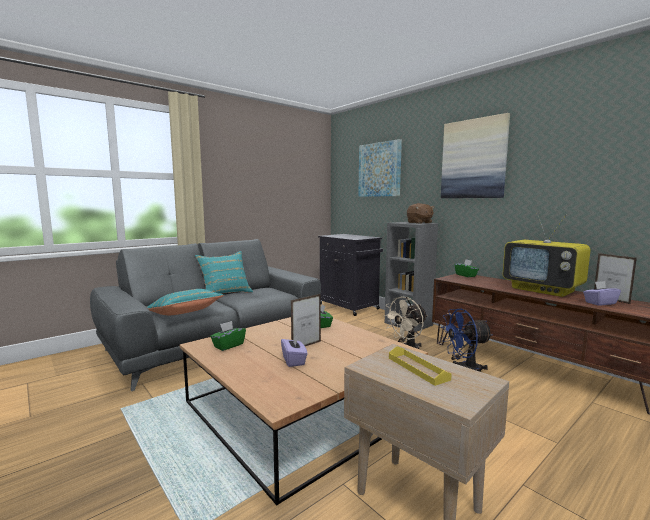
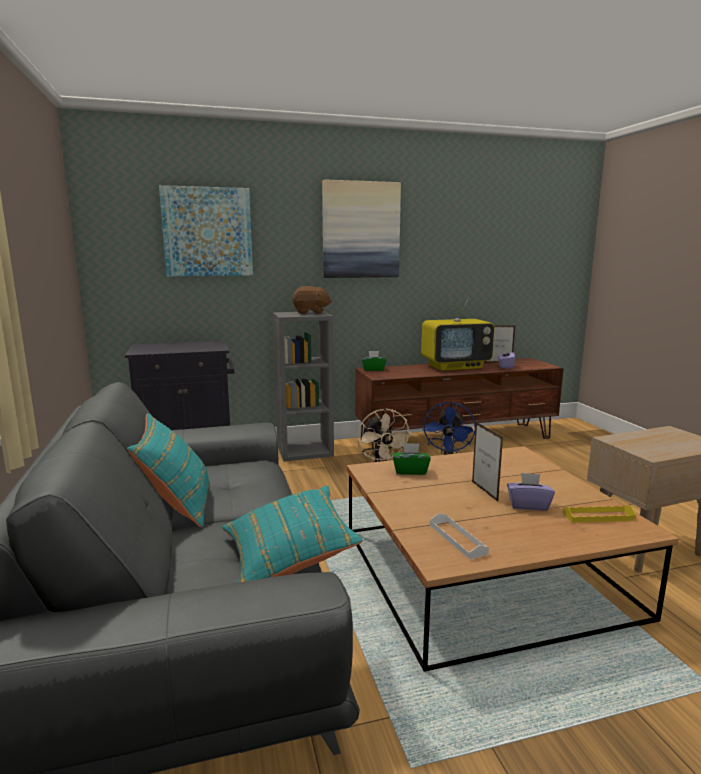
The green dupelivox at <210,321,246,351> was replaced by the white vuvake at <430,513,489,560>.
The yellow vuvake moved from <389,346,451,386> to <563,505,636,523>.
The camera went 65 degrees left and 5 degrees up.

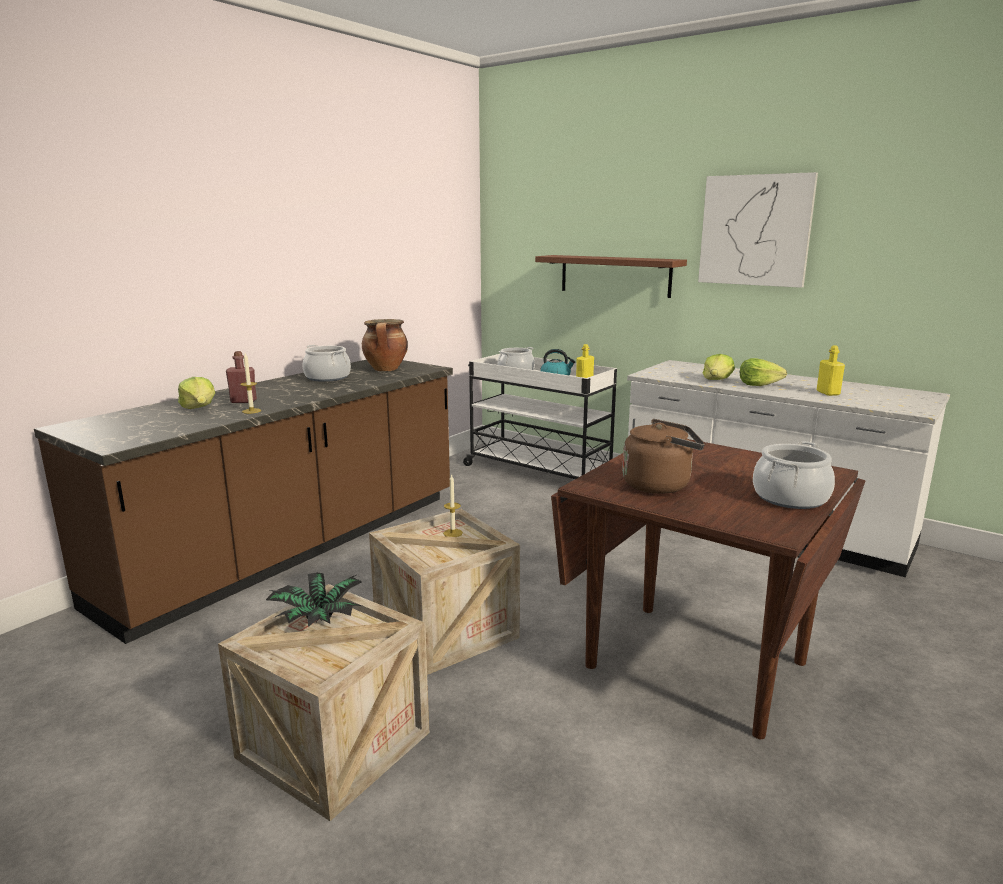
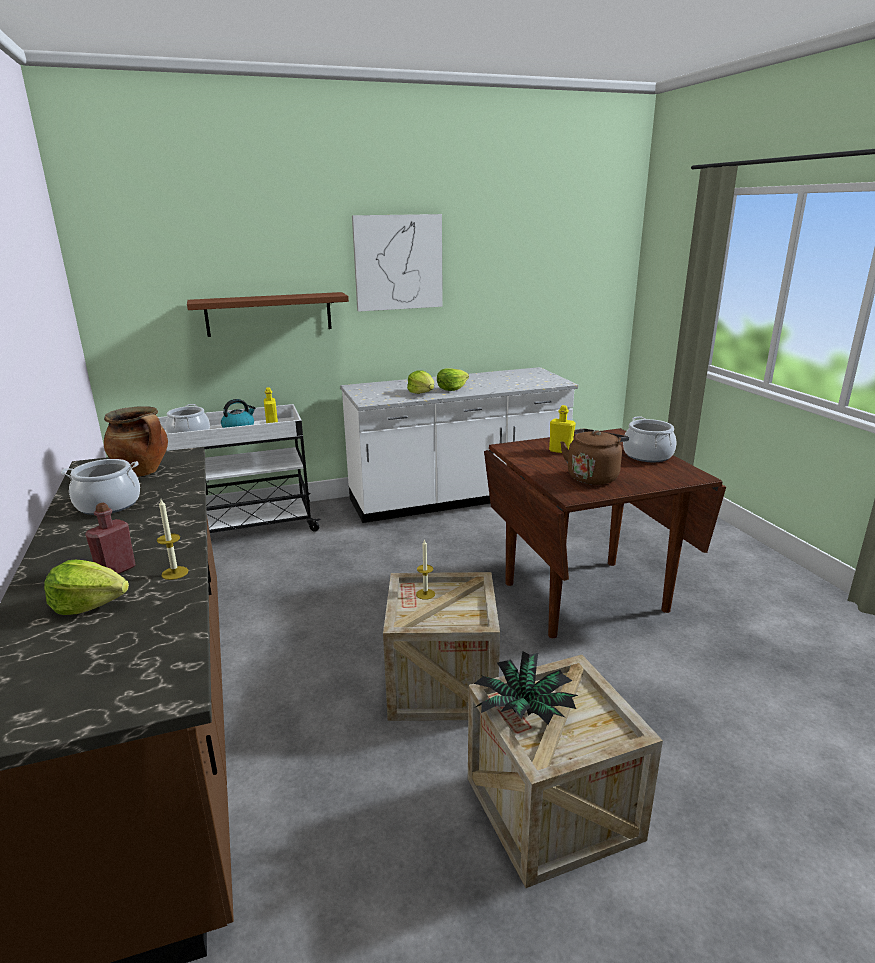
The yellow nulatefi moved from <817,345,845,396> to <549,405,576,453>.
The camera went 55 degrees left and 5 degrees up.

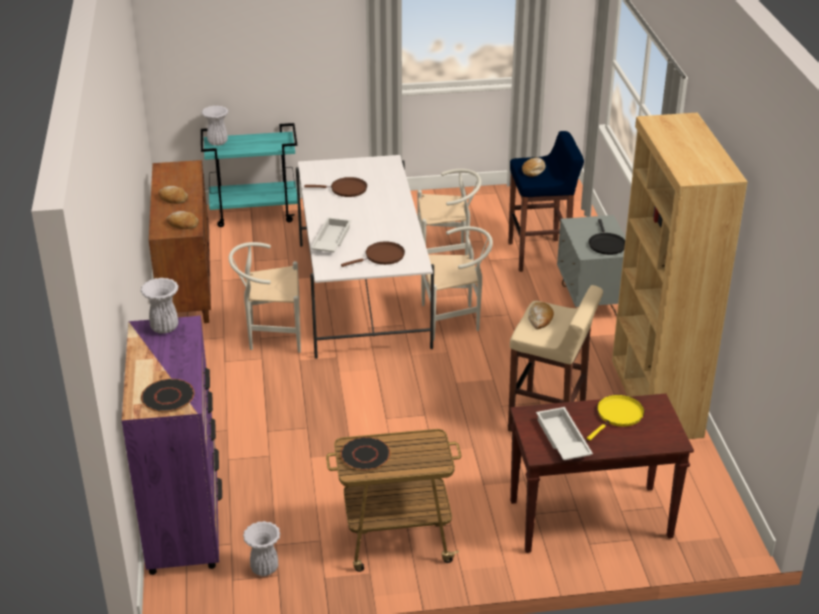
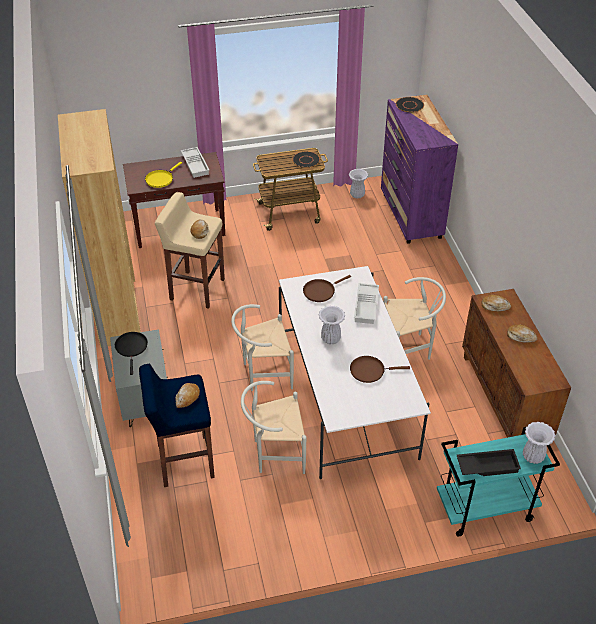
The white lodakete moved from <140,278,179,334> to <318,306,345,344>.
The black vuvake at <457,449,521,476> appeared.
The camera went 175 degrees right and 10 degrees up.

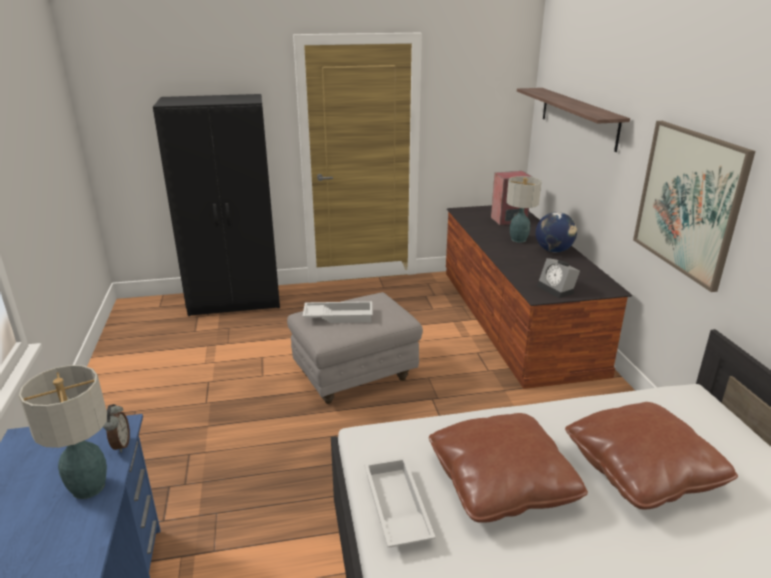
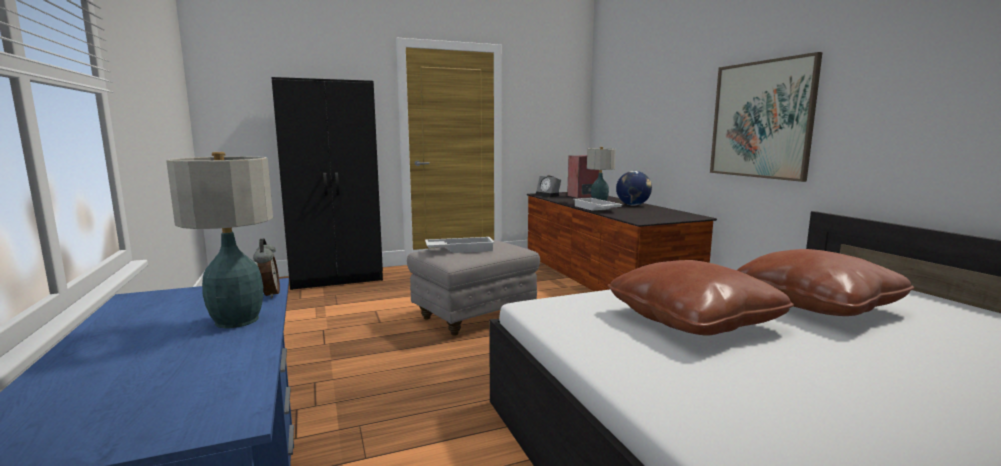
The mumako at <517,88,630,152> disappeared.
The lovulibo moved from <537,258,580,298> to <536,175,561,197>.
The white vuvake moved from <364,457,436,547> to <573,198,623,211>.
The camera went 10 degrees left and 15 degrees down.

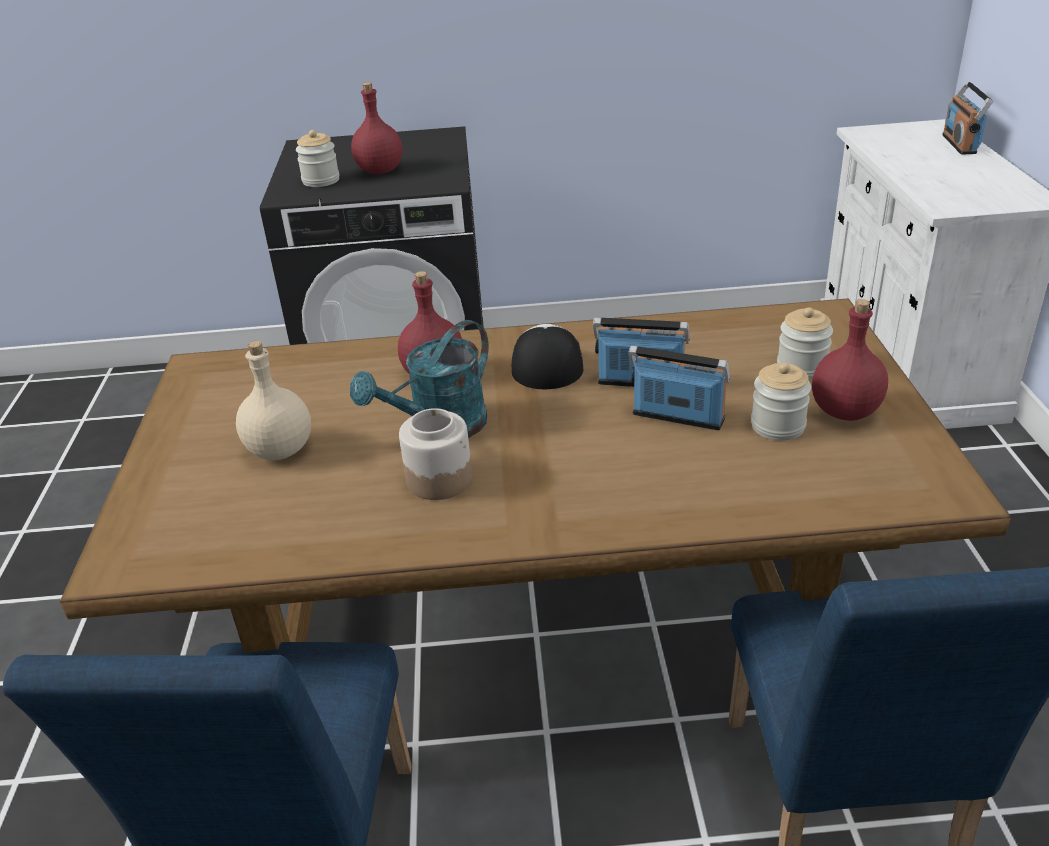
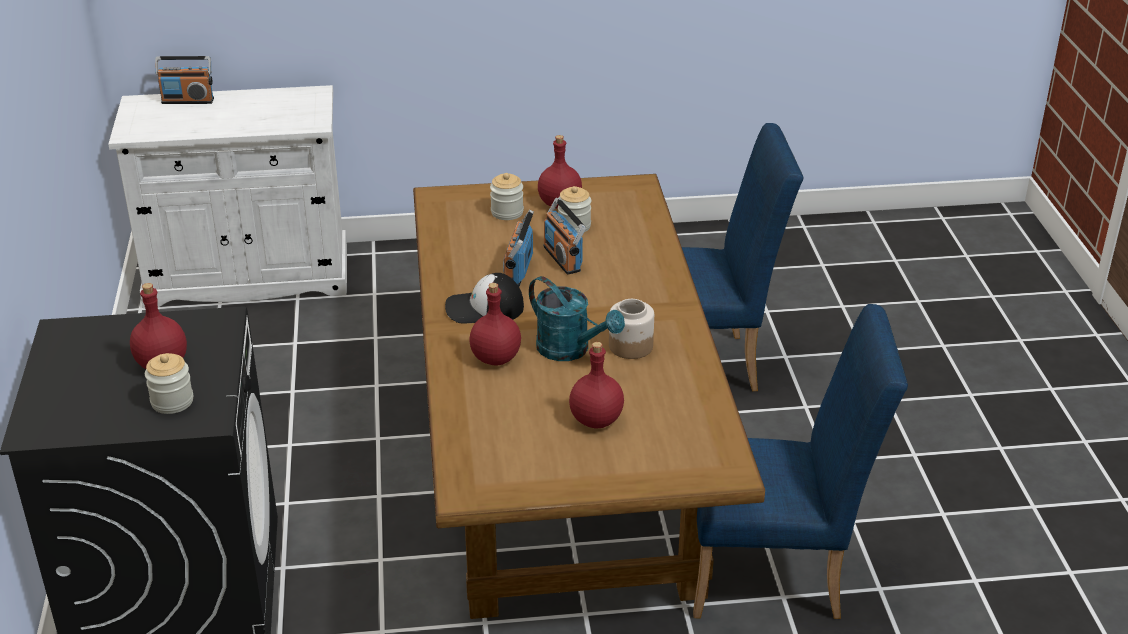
The beige nulatefi at <236,341,311,460> became the red nulatefi at <569,342,624,429>.
The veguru at <628,346,731,430> turned 45 degrees counterclockwise.
The camera went 95 degrees left and 0 degrees up.

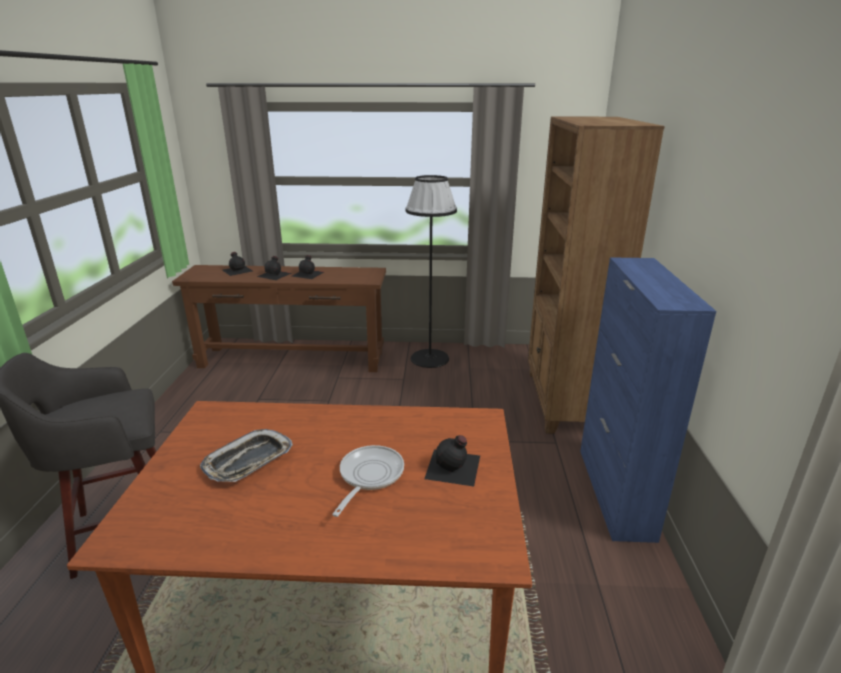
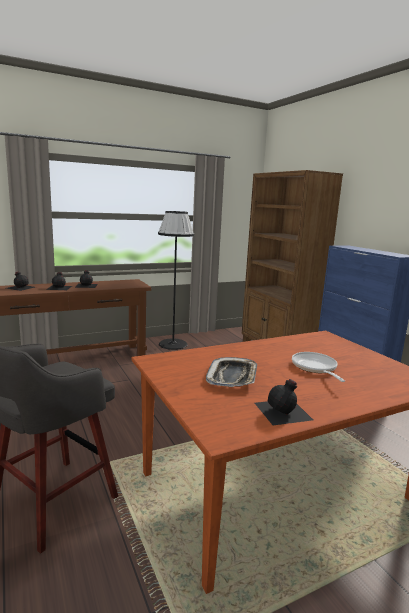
The black nulatefi moved from <424,435,480,487> to <255,379,313,425>.
The camera went 30 degrees left and 10 degrees down.

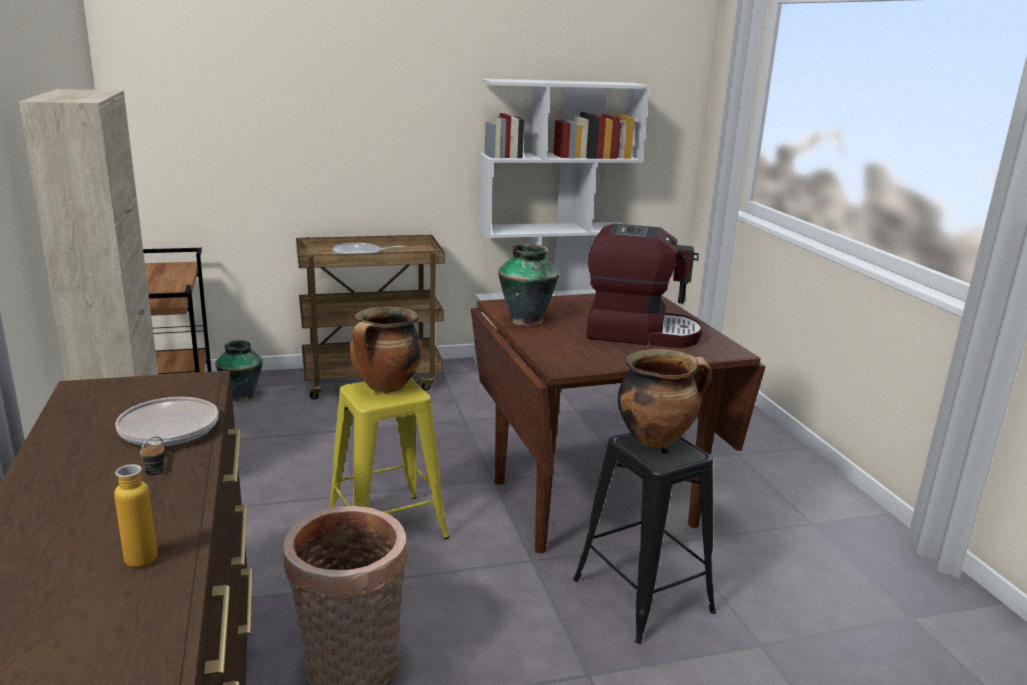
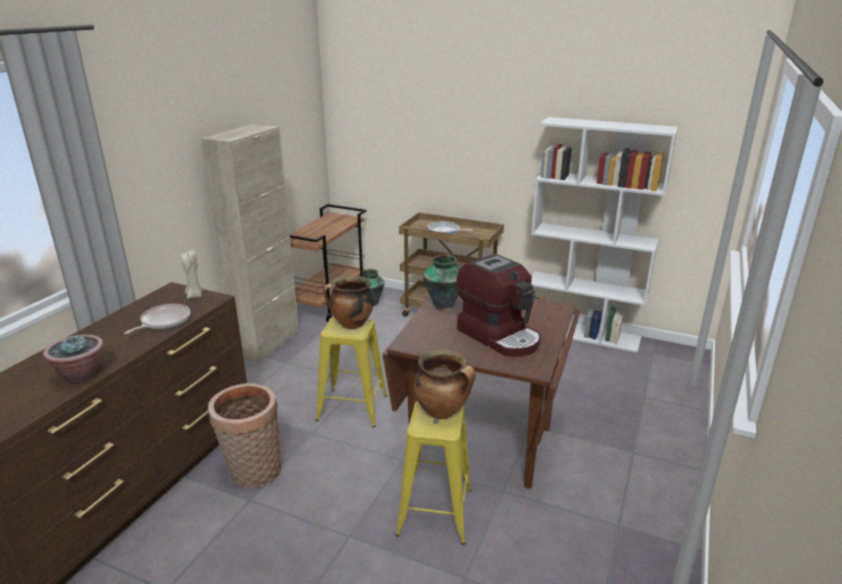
The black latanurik at <573,433,716,644> became the yellow latanurik at <395,401,472,545>.
The nulatefi at <114,436,166,568> was replaced by the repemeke at <43,334,103,383>.
The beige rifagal at <181,250,204,299> appeared.
The camera went 40 degrees right and 5 degrees up.

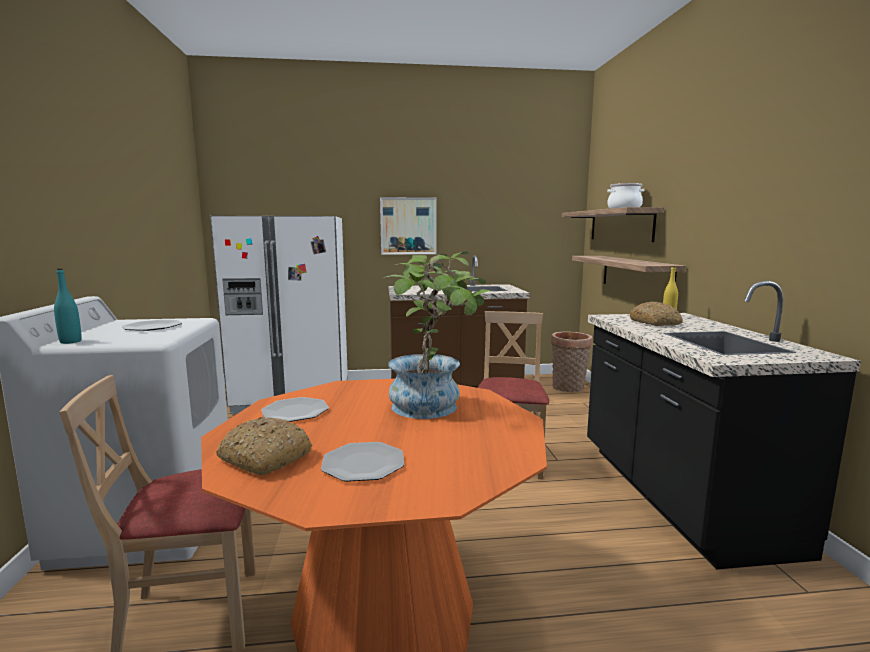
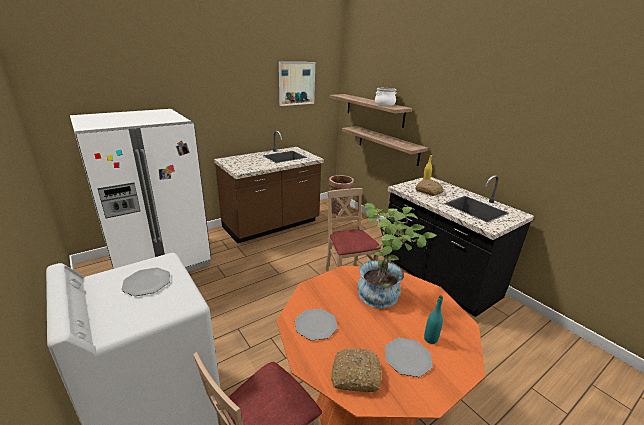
The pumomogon moved from <380,197,437,255> to <279,62,315,106>.
The turquoise nulatefi moved from <54,268,82,344> to <424,296,443,344>.
The camera went 30 degrees left and 15 degrees up.

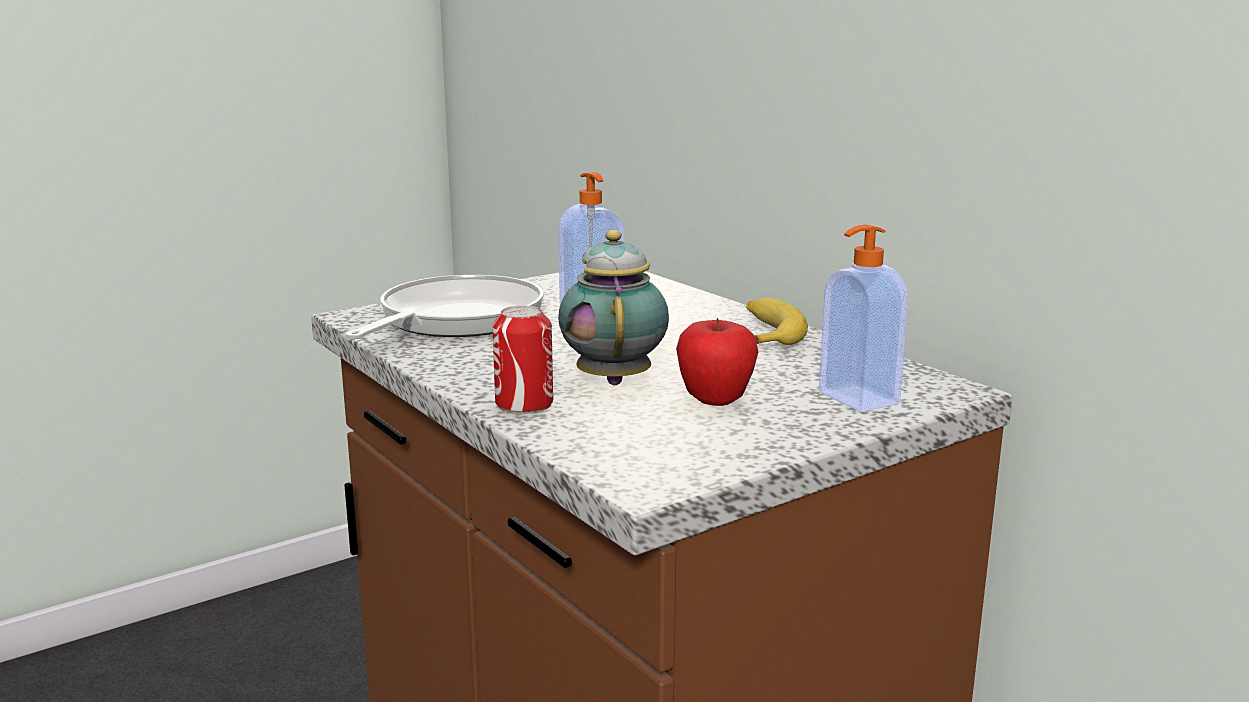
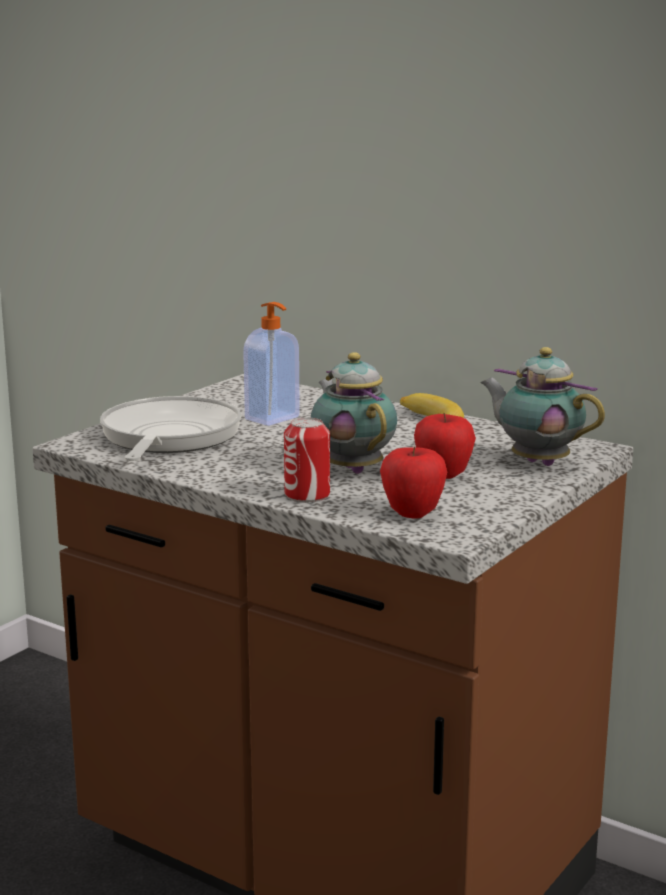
The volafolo at <819,224,909,412> was replaced by the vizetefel at <480,347,605,466>.
The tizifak at <380,446,447,519> appeared.
The camera went 20 degrees left and 0 degrees up.

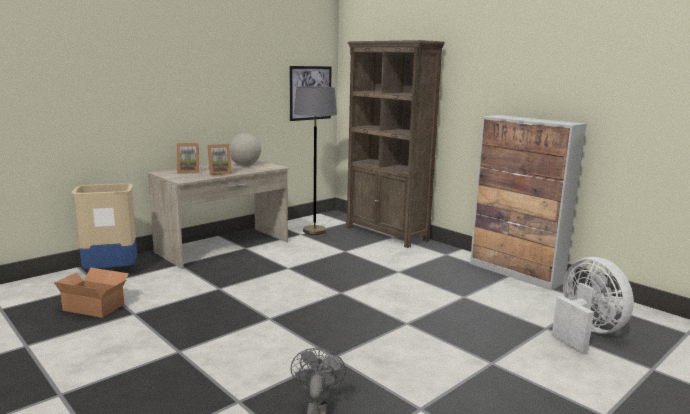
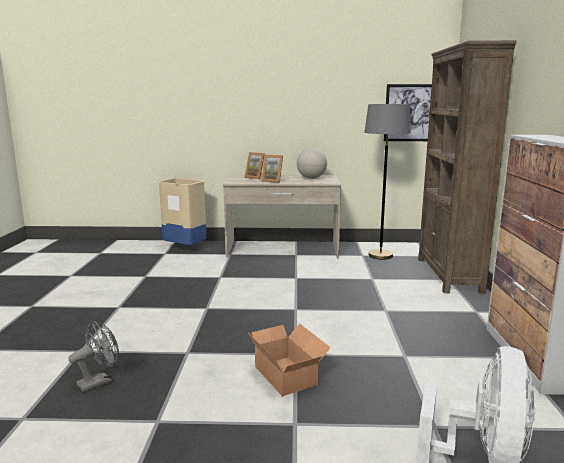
The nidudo moved from <54,268,129,318> to <248,323,331,396>.
The camera went 45 degrees right and 0 degrees up.

